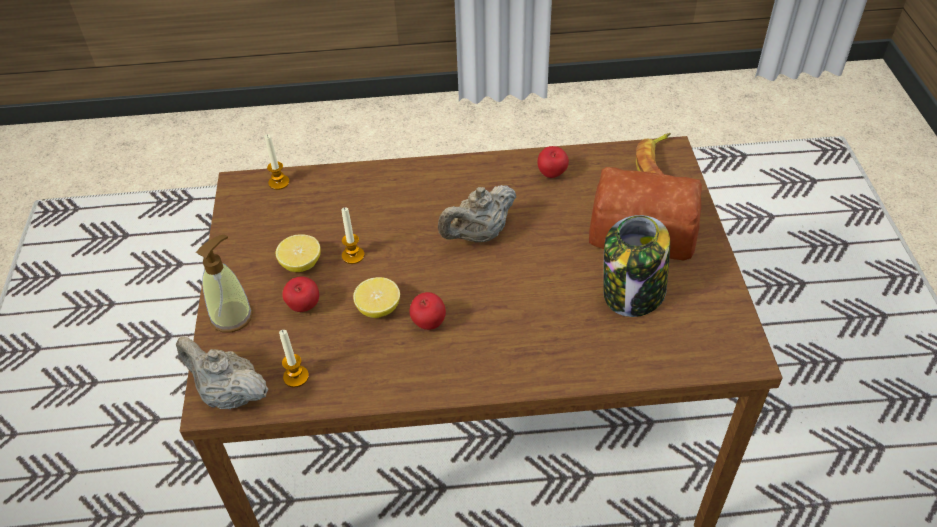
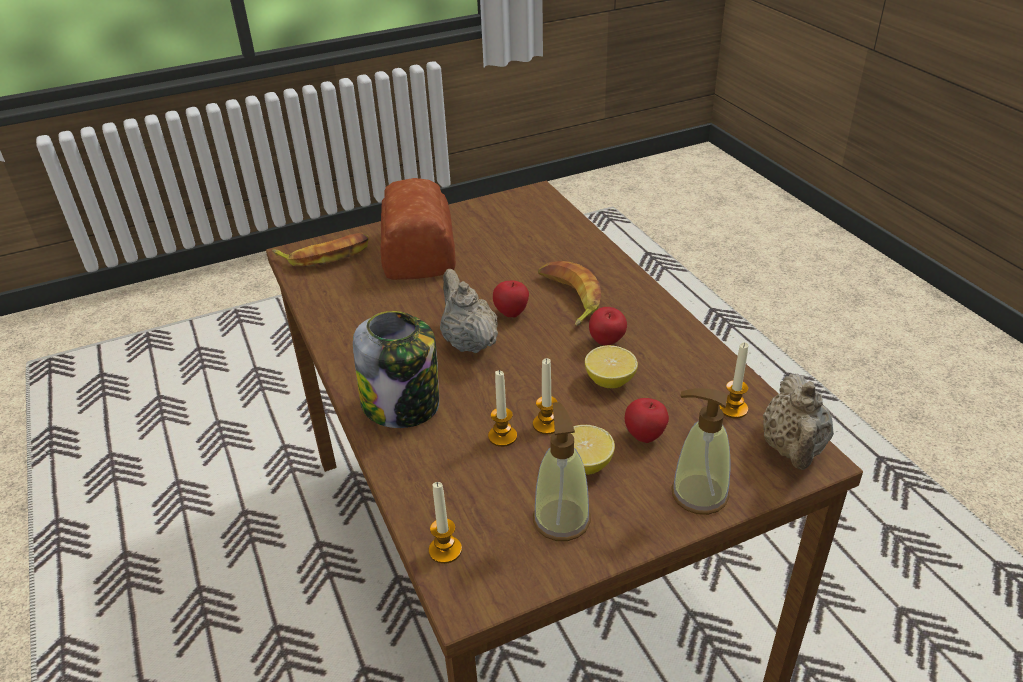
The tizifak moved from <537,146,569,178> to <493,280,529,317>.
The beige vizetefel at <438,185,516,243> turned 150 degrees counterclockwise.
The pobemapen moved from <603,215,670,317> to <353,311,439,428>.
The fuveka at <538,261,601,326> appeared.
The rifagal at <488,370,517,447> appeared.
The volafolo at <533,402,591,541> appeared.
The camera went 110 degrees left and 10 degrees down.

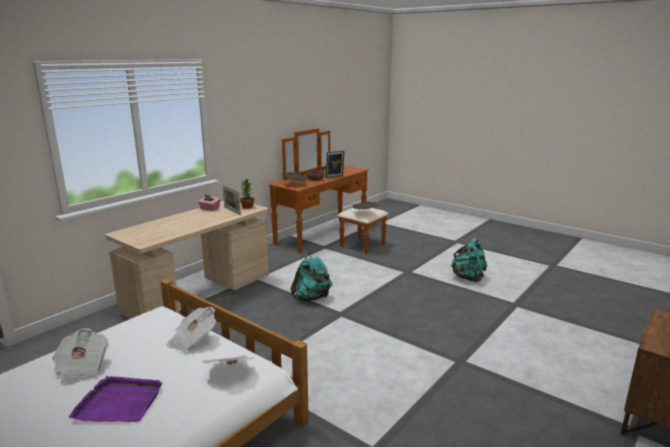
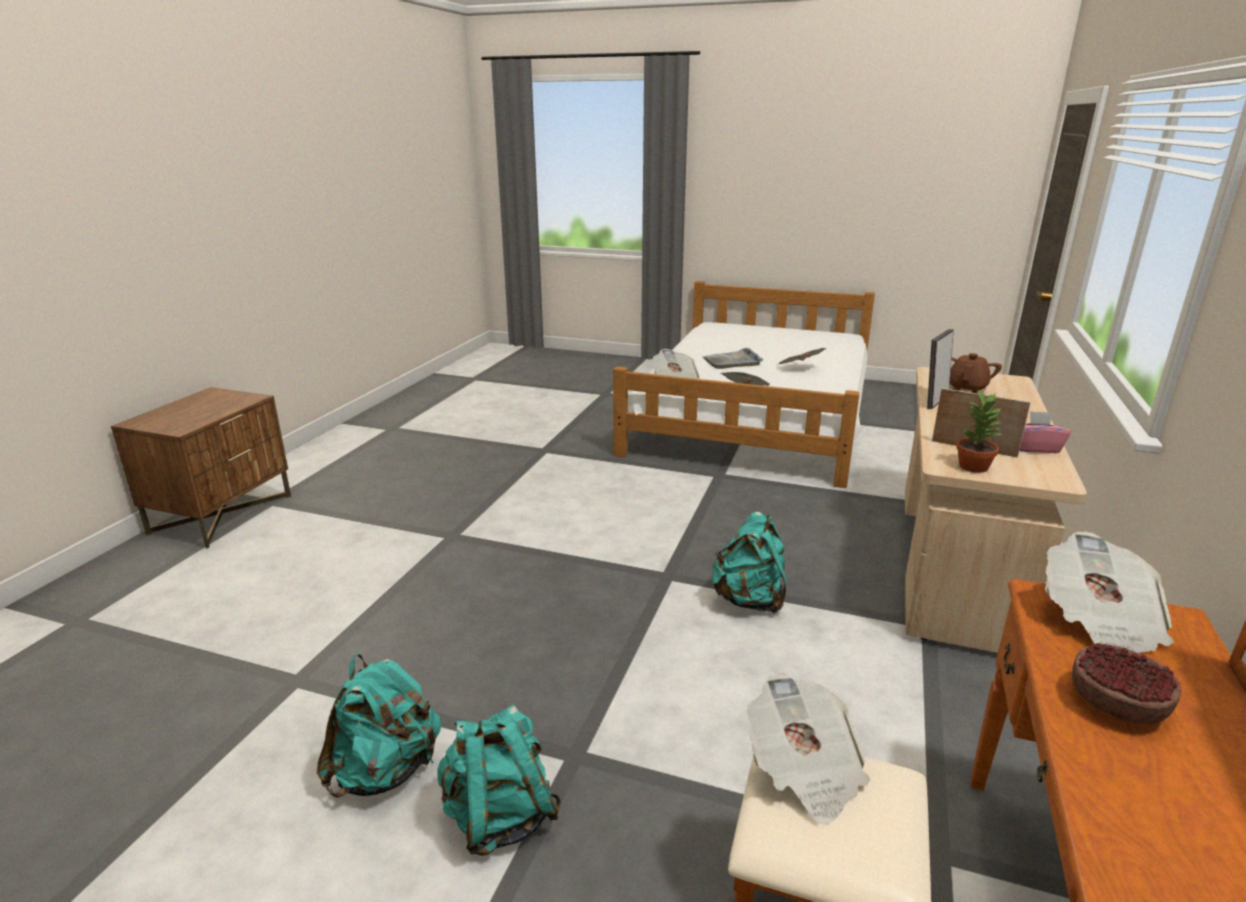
The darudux moved from <326,150,344,178> to <927,329,954,409>.
The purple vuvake at <69,376,163,422> became the grey vuvake at <701,348,764,369>.
The brown vizetefel at <950,353,1002,394> appeared.
The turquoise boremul at <437,705,562,856> appeared.
The camera went 160 degrees right and 5 degrees up.

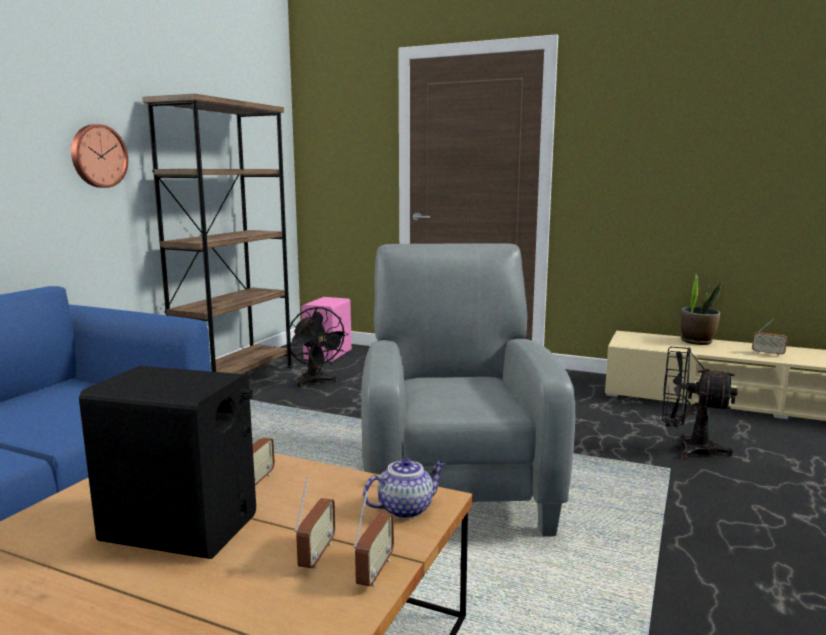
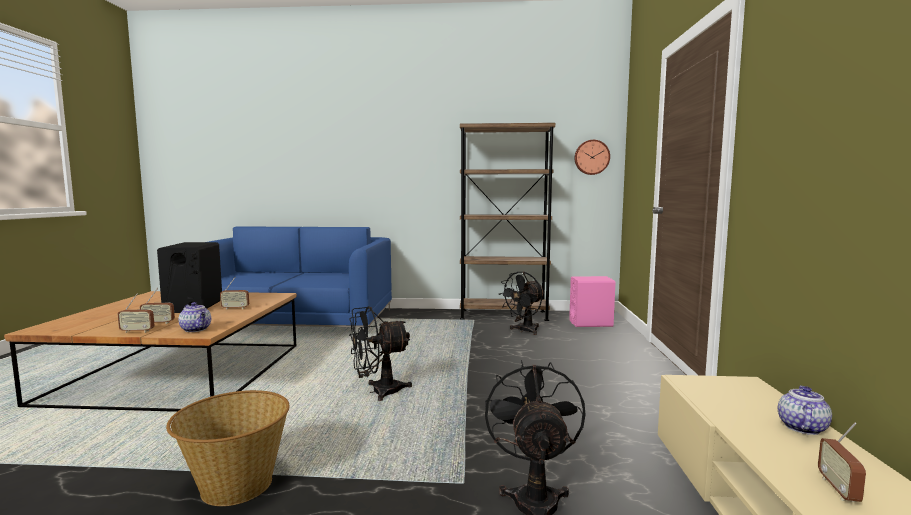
The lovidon moved from <71,124,128,188> to <574,140,610,175>.
The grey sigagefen at <361,243,575,537> was replaced by the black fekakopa at <349,306,412,401>.
The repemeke at <680,273,722,345> was replaced by the vizetefel at <778,385,832,435>.
The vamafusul at <166,390,290,506> appeared.
The camera went 70 degrees right and 5 degrees down.

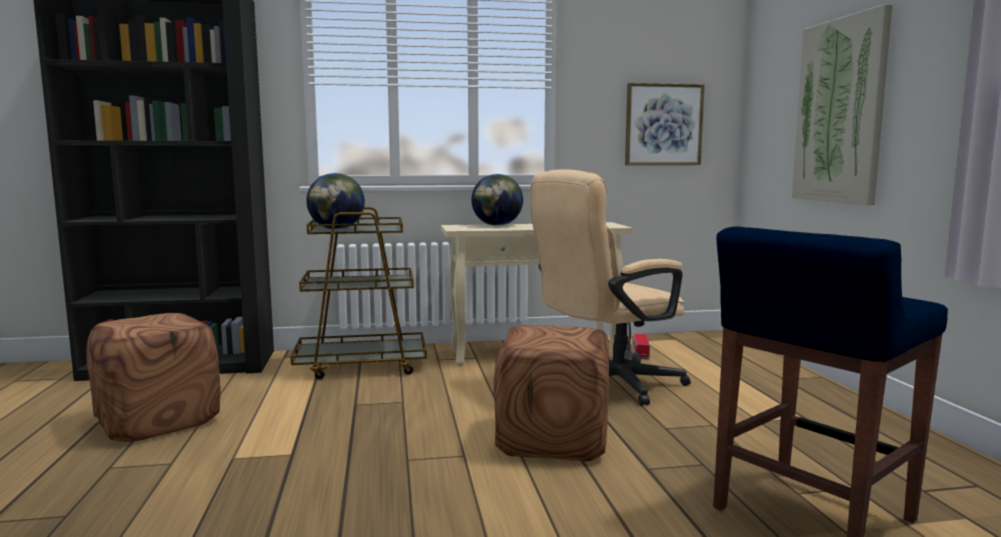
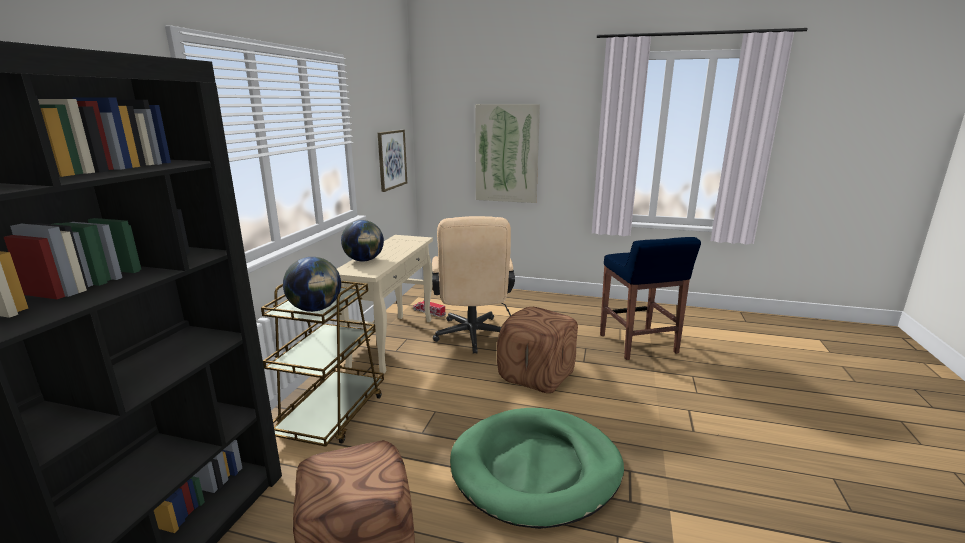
The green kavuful at <450,408,624,529> appeared.
The camera went 65 degrees left and 10 degrees up.

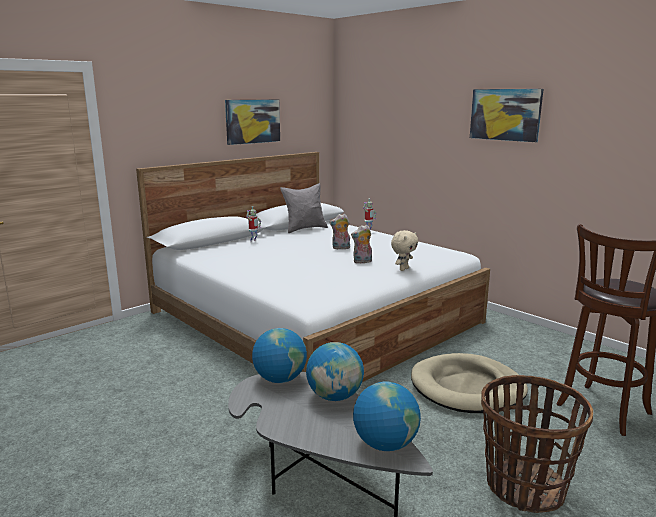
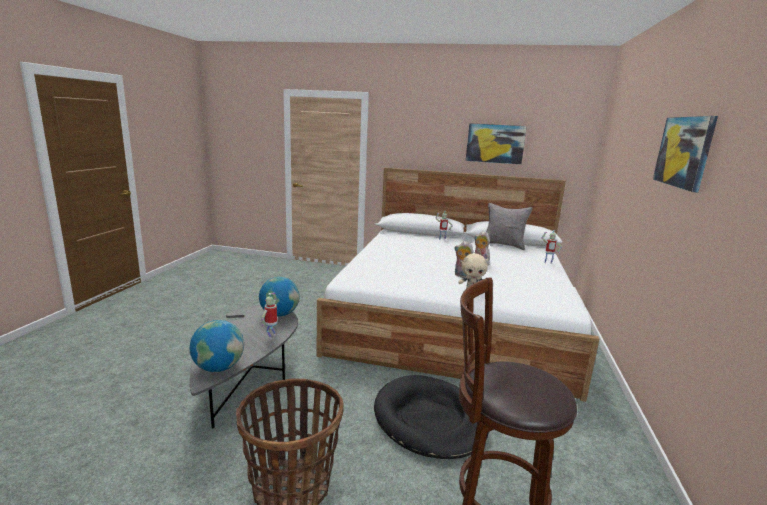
The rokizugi at <306,342,364,401> was replaced by the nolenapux at <261,293,277,339>.
The beige kavuful at <411,353,528,413> became the black kavuful at <374,375,489,459>.
The camera went 55 degrees right and 0 degrees up.

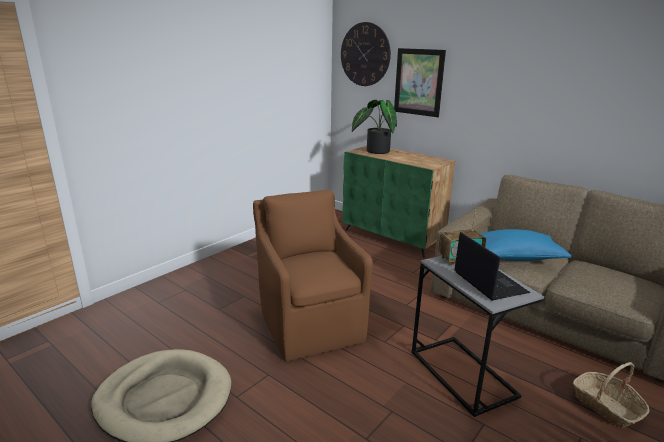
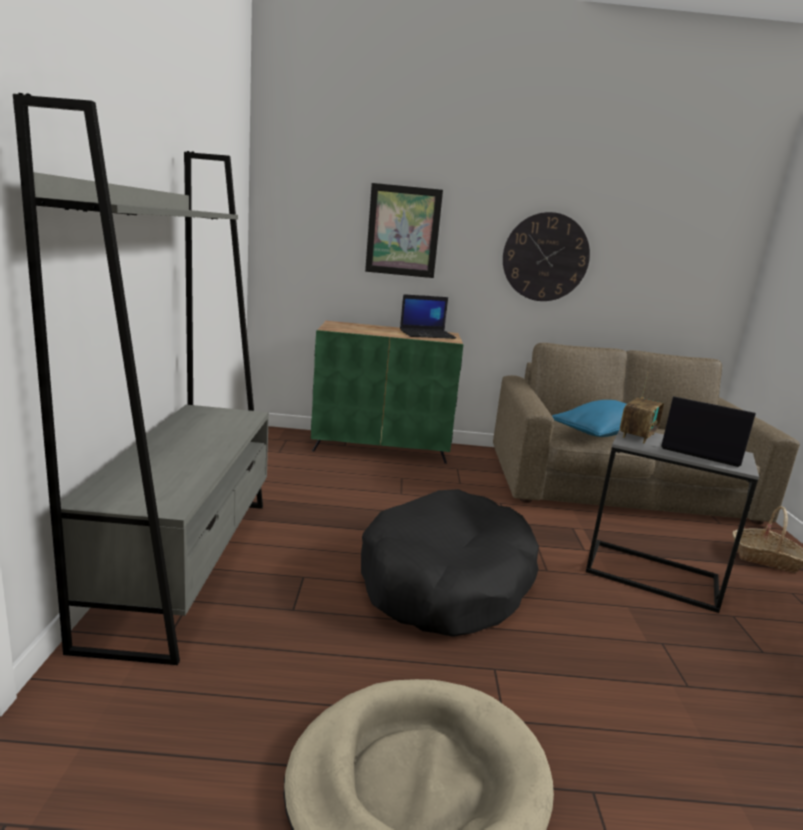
The lovidon moved from <341,22,391,86> to <503,212,590,301>.
The repemeke at <352,100,397,154> disappeared.
The brown sigagefen at <253,190,373,362> was replaced by the black kavuful at <361,489,539,636>.
The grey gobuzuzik at <13,93,269,665> appeared.
The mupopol at <400,294,456,339> appeared.
The camera went 40 degrees left and 5 degrees down.

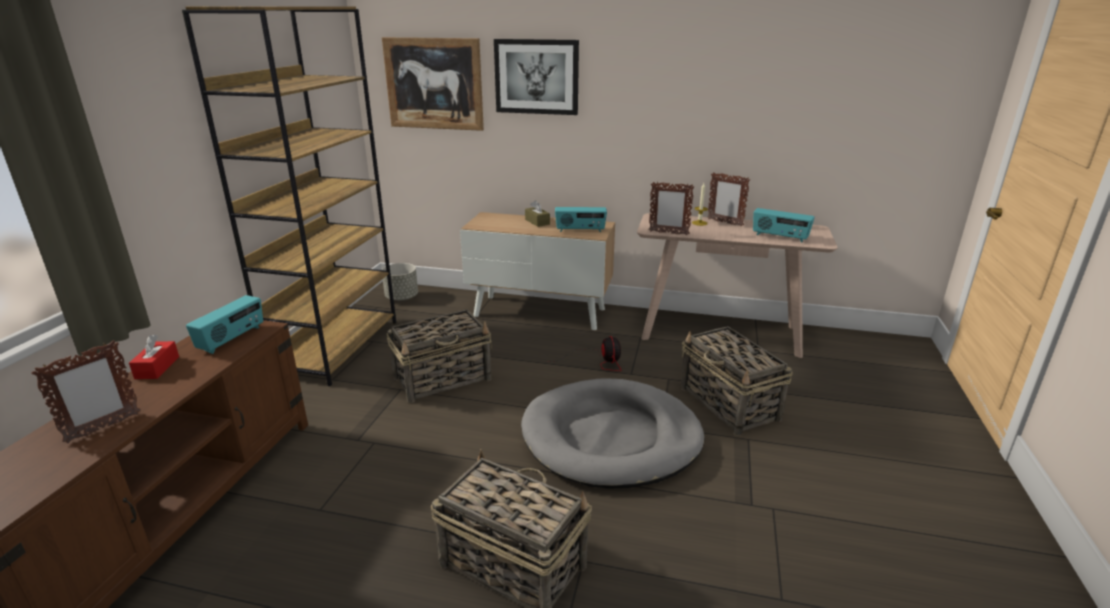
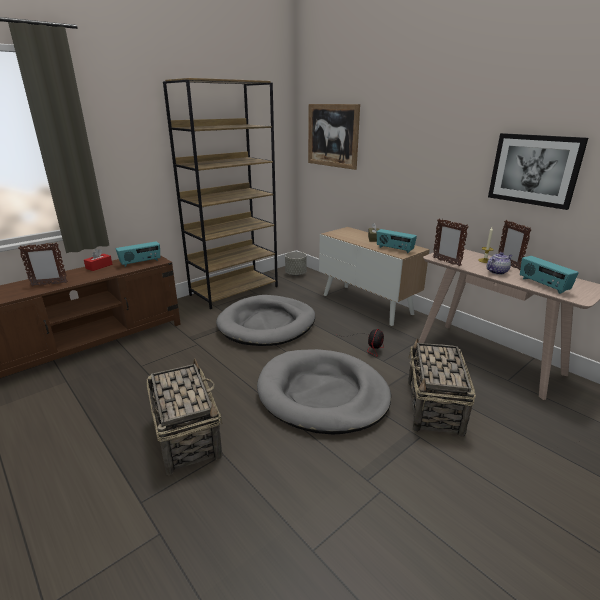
The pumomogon moved from <494,39,579,115> to <488,133,588,210>.
The vamafusul at <387,309,492,403> was replaced by the grey kavuful at <216,295,315,346>.
The vizetefel at <487,252,513,275> appeared.
The camera went 35 degrees right and 0 degrees up.

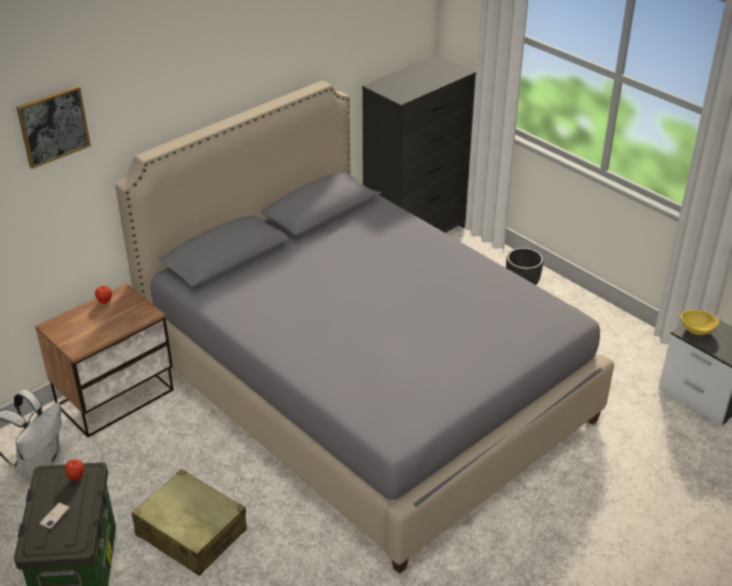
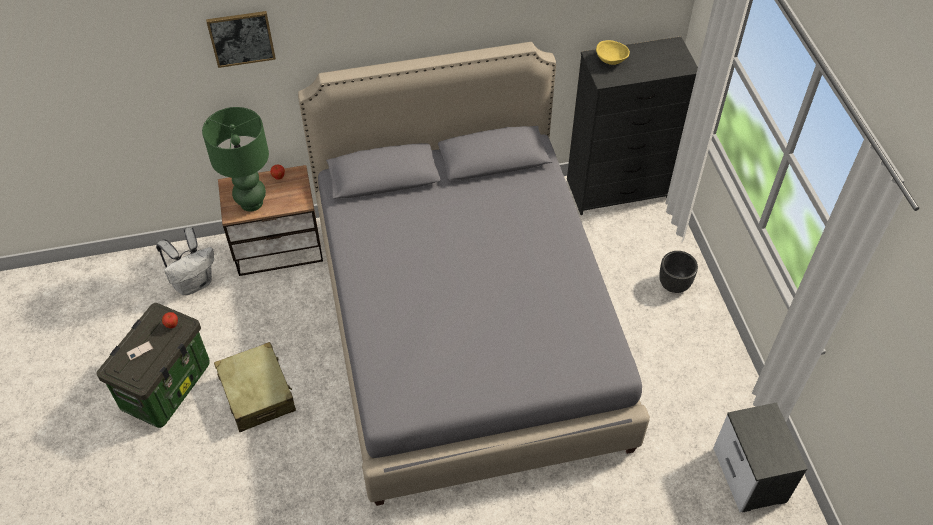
The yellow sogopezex moved from <680,310,719,335> to <596,40,630,65>.
The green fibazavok at <202,107,269,211> appeared.
The camera went 30 degrees right and 15 degrees up.

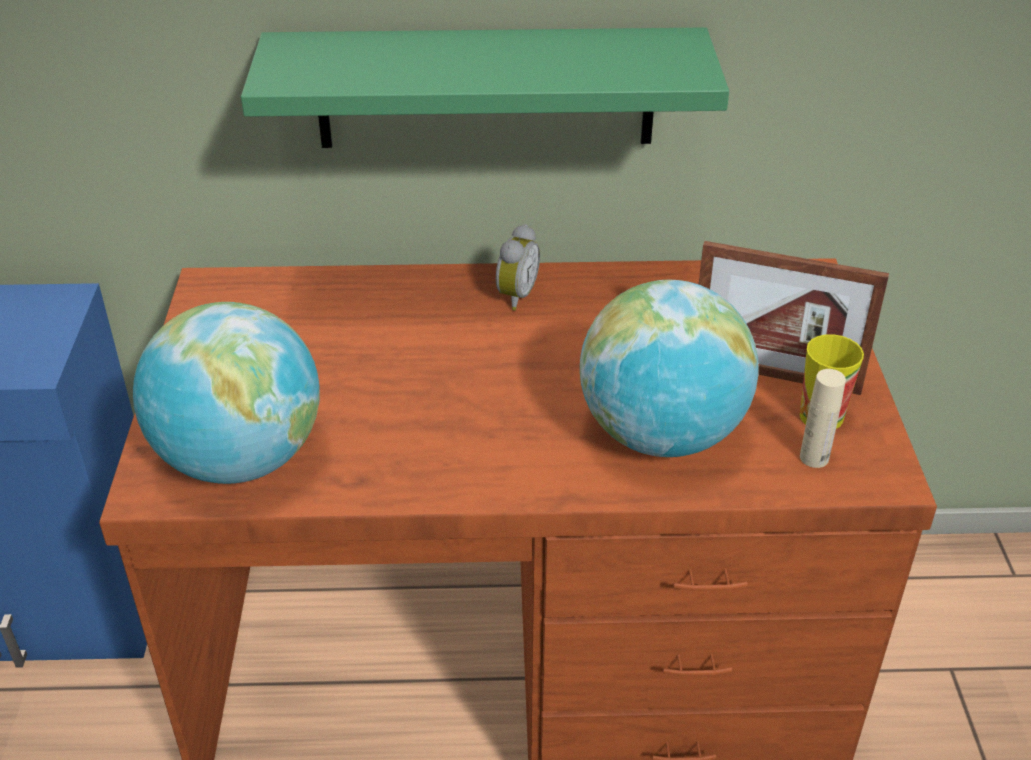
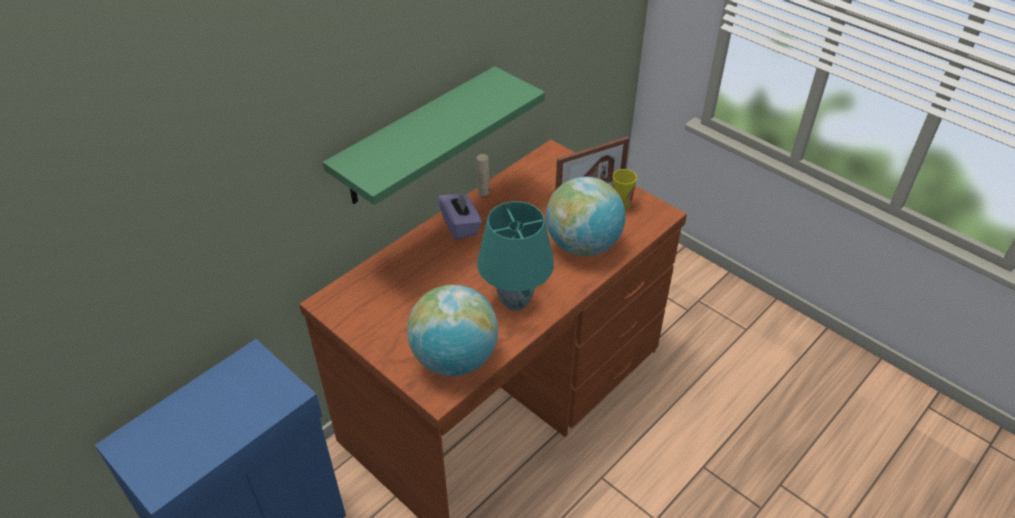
The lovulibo at <496,224,540,311> was replaced by the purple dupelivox at <438,191,482,240>.
The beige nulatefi moved from <800,369,846,468> to <477,154,489,196>.
The turquoise fibazavok at <477,202,554,311> appeared.
The camera went 45 degrees left and 5 degrees up.

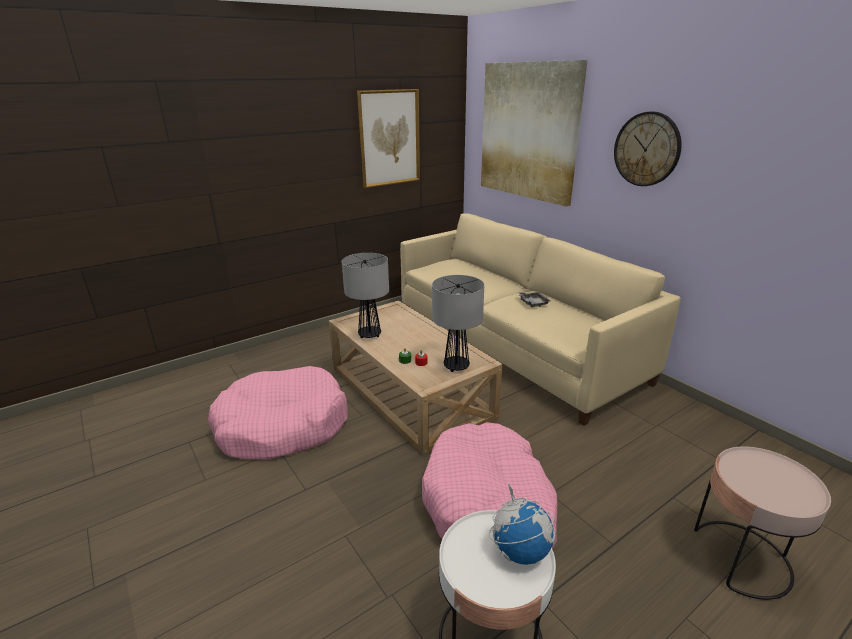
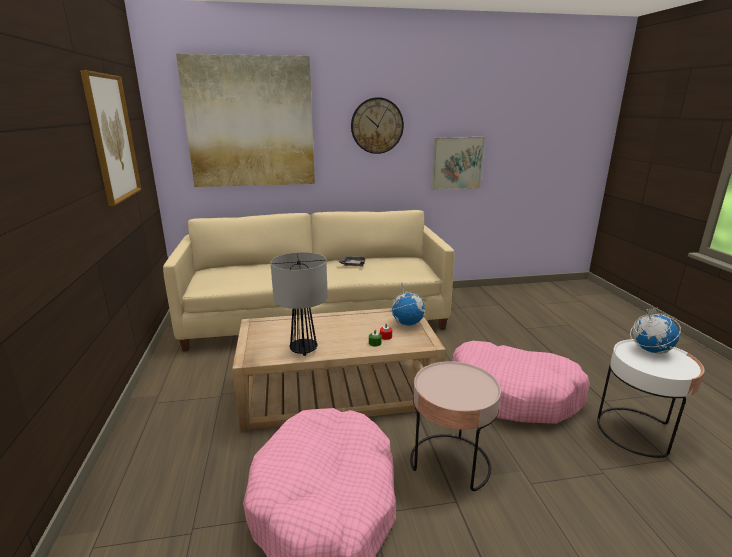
The fibazavok at <432,275,484,372> was replaced by the rokizugi at <390,282,425,325>.
The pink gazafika moved from <694,446,831,600> to <410,361,501,491>.
The pumomogon at <432,137,485,190> appeared.
The camera went 65 degrees left and 5 degrees down.

